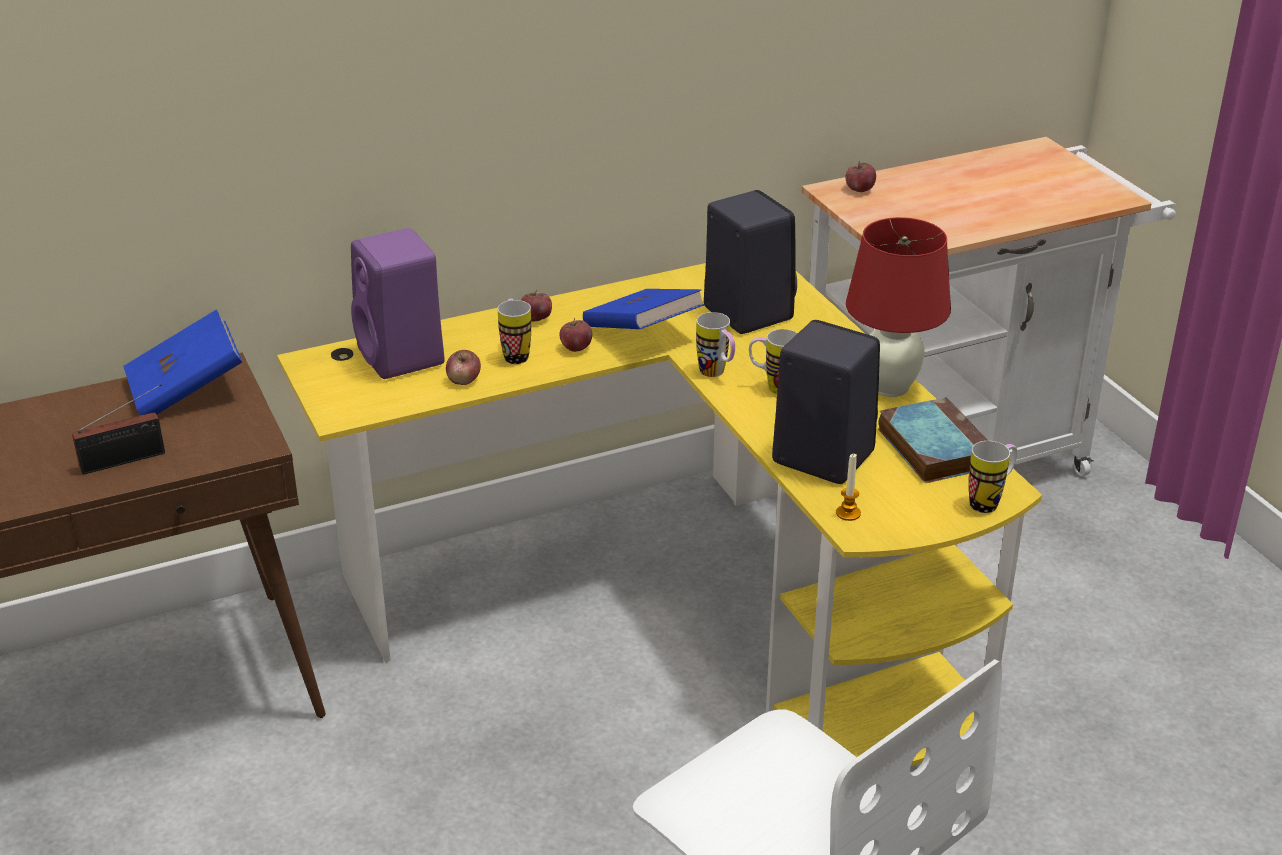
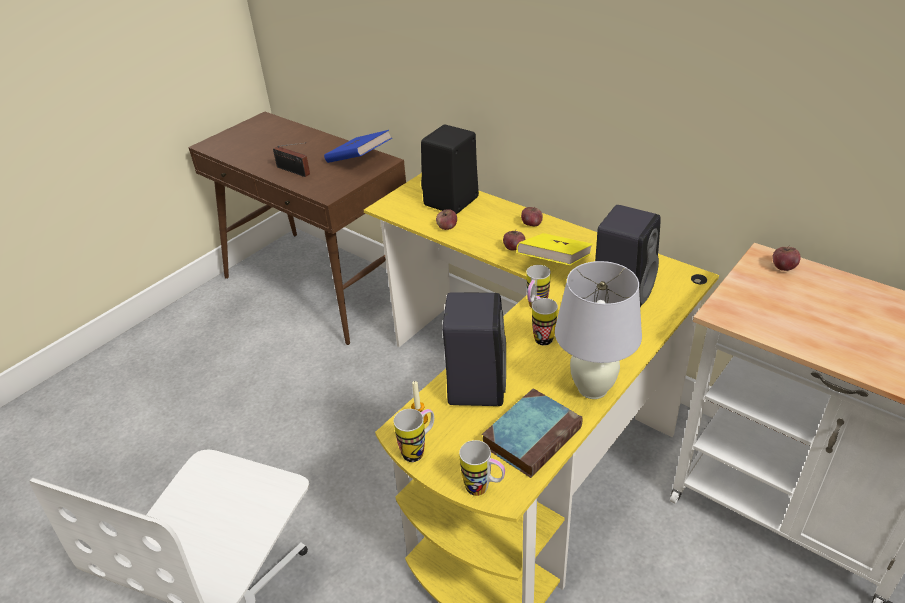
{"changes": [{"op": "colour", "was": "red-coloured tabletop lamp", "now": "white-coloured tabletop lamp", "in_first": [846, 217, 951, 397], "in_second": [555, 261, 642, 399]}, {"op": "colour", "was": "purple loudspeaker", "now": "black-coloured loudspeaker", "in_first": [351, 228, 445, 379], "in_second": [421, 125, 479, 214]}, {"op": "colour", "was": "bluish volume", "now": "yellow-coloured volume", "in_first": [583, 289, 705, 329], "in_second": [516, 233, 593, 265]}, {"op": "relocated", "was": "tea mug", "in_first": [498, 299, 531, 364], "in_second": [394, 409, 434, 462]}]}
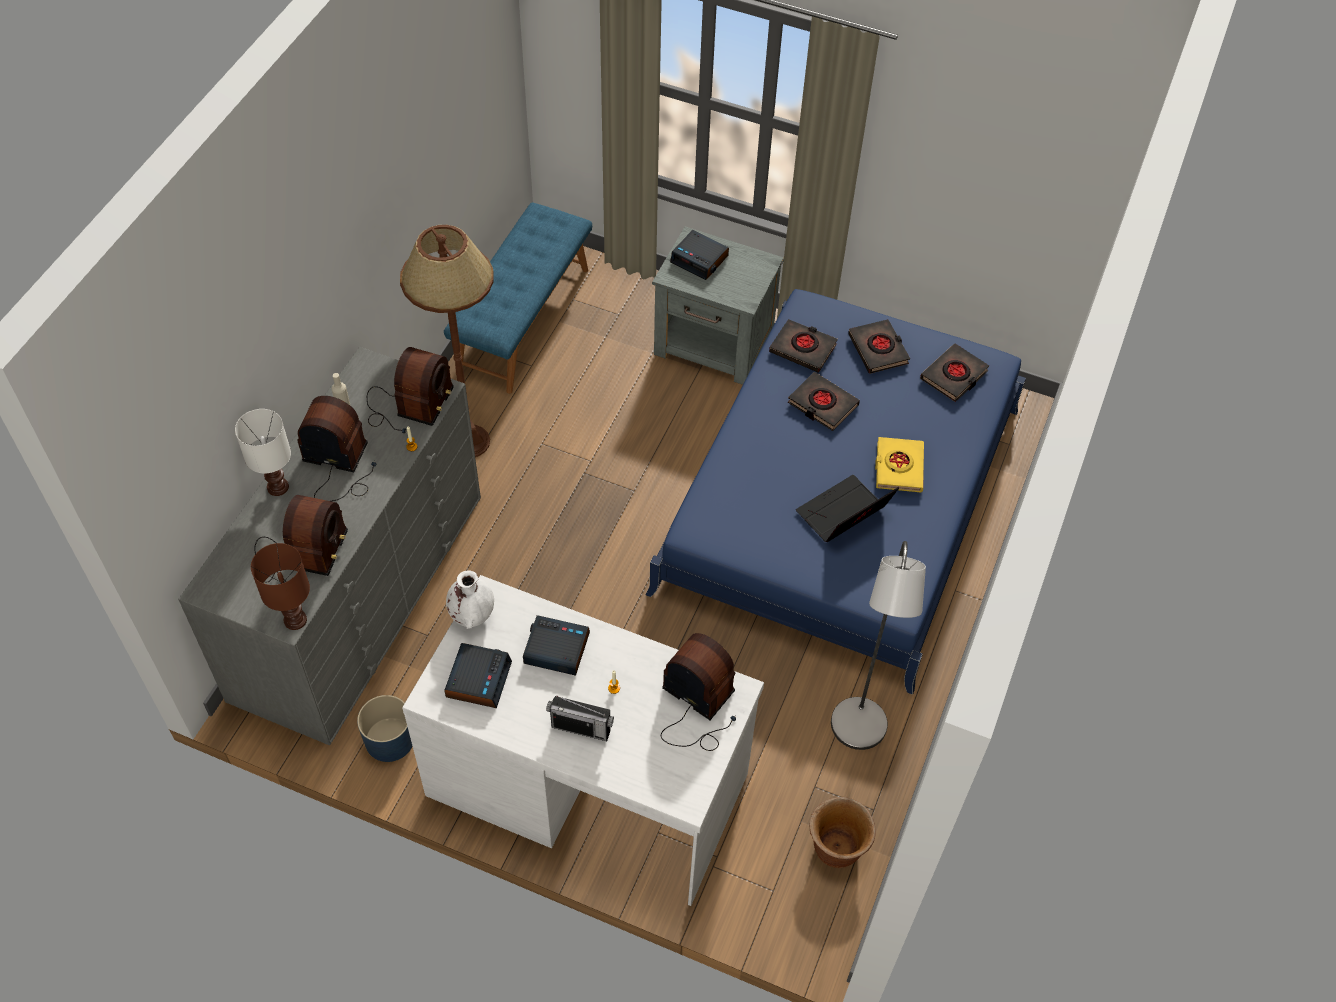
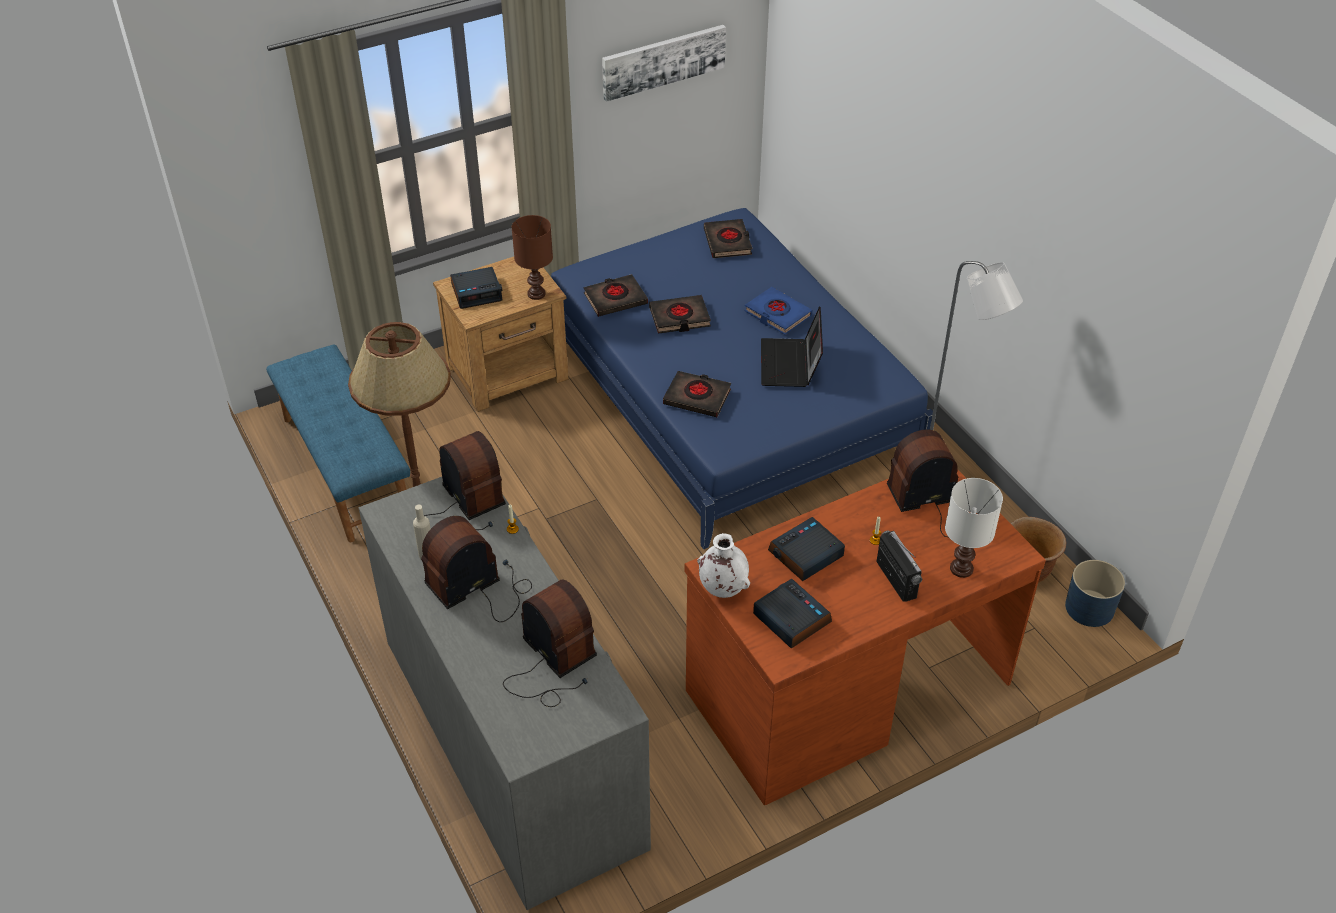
{"changes": [{"op": "colour", "was": "greyish bedside table", "now": "brown-coloured bedside table", "in_first": [652, 227, 784, 385], "in_second": [433, 257, 568, 412]}, {"op": "relocated", "was": "black-coloured volume", "in_first": [848, 319, 910, 374], "in_second": [663, 371, 731, 417]}, {"op": "relocated", "was": "white-coloured tabletop lamp", "in_first": [235, 409, 291, 496], "in_second": [945, 478, 1003, 578]}, {"op": "colour", "was": "yellow-coloured volume", "now": "bluish volume", "in_first": [875, 437, 924, 492], "in_second": [745, 287, 812, 335]}, {"op": "relocated", "was": "brown-coloured tabletop lamp", "in_first": [251, 543, 310, 630], "in_second": [512, 215, 553, 300]}, {"op": "colour", "was": "white-coloured desk table", "now": "brown-coloured desk table", "in_first": [402, 575, 764, 906], "in_second": [685, 469, 1046, 805]}, {"op": "relocated", "was": "bluish plant pot", "in_first": [357, 695, 412, 762], "in_second": [1065, 560, 1125, 627]}, {"op": "spun", "was": "radio receiver", "in_first": [546, 696, 614, 741], "in_second": [877, 530, 922, 601], "clockwise": -75}, {"op": "appeared", "now": "wall picture", "in_second": [602, 25, 726, 102]}]}
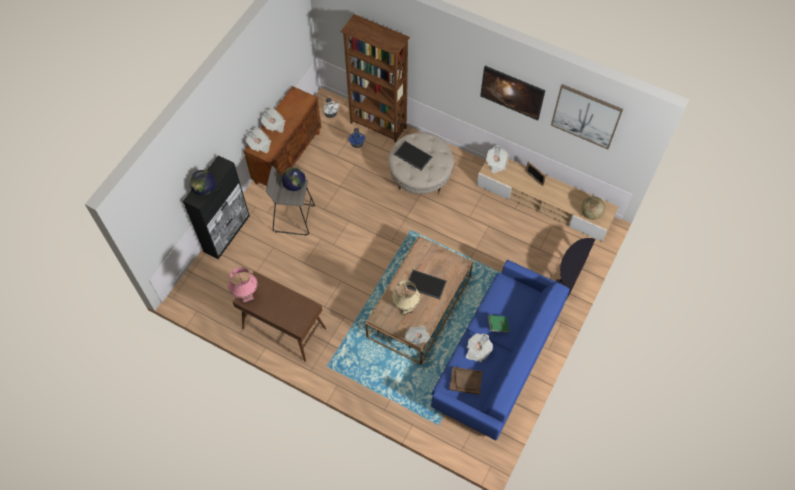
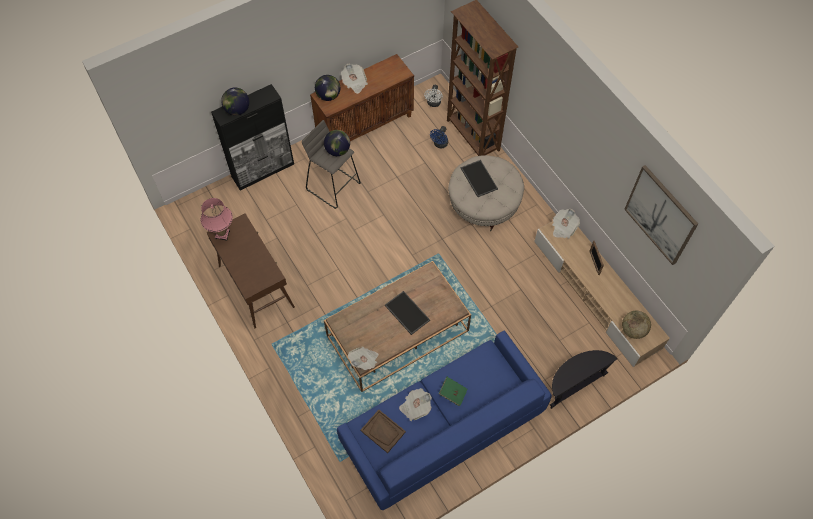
{"changes": [{"op": "missing", "was": "wall picture", "in_first": [480, 66, 545, 120]}, {"op": "exchanged", "was": "printed paper", "now": "globe", "in_first": [246, 129, 271, 153], "in_second": [315, 75, 340, 101]}, {"op": "missing", "was": "sand-coloured tabletop lamp", "in_first": [392, 280, 420, 315]}]}
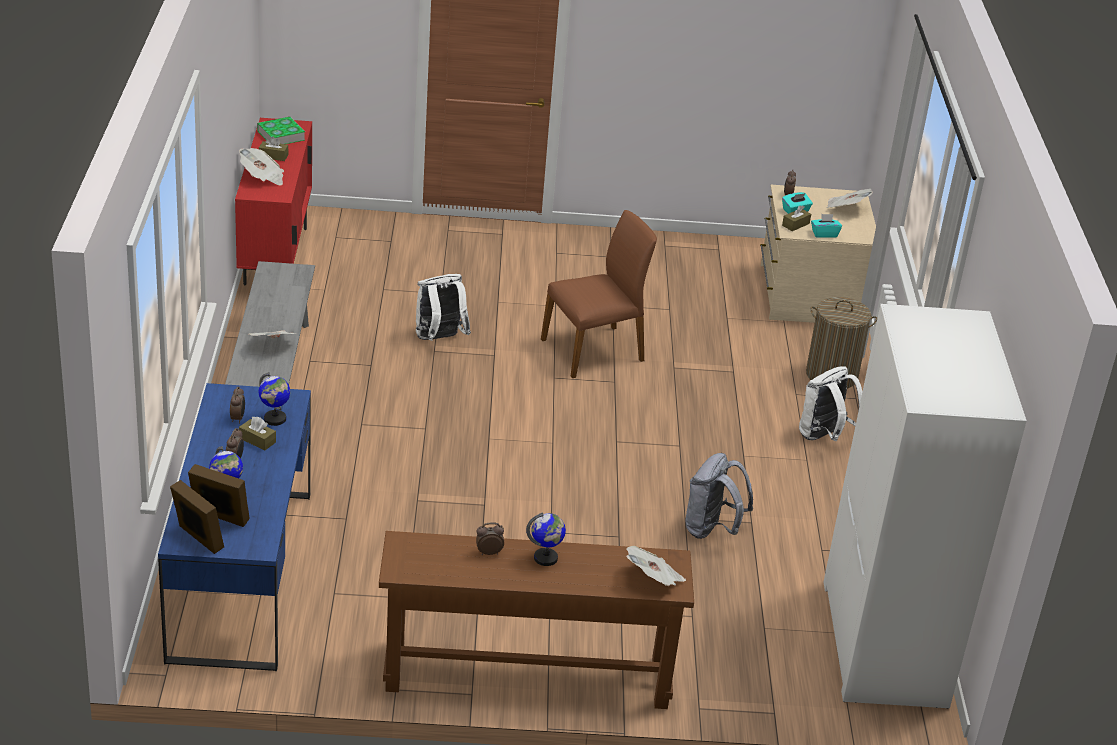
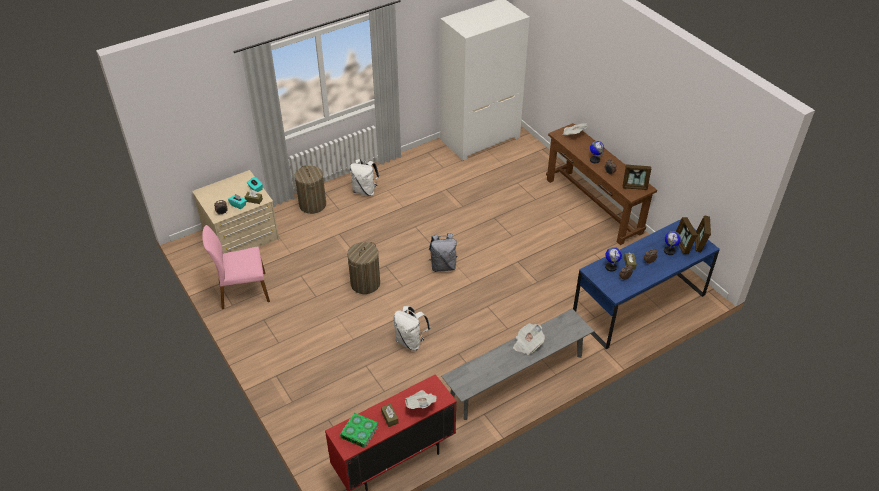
{"changes": [{"op": "missing", "was": "printed paper", "in_first": [826, 189, 873, 208]}, {"op": "exchanged", "was": "brown-coloured chair", "now": "laundry basket", "in_first": [541, 210, 657, 378], "in_second": [347, 242, 380, 294]}, {"op": "relocated", "was": "greyish knapsack", "in_first": [686, 453, 753, 539], "in_second": [429, 233, 458, 272]}, {"op": "appeared", "now": "photo frame", "in_second": [623, 164, 651, 190]}, {"op": "appeared", "now": "pinkish chair", "in_second": [202, 225, 270, 309]}]}
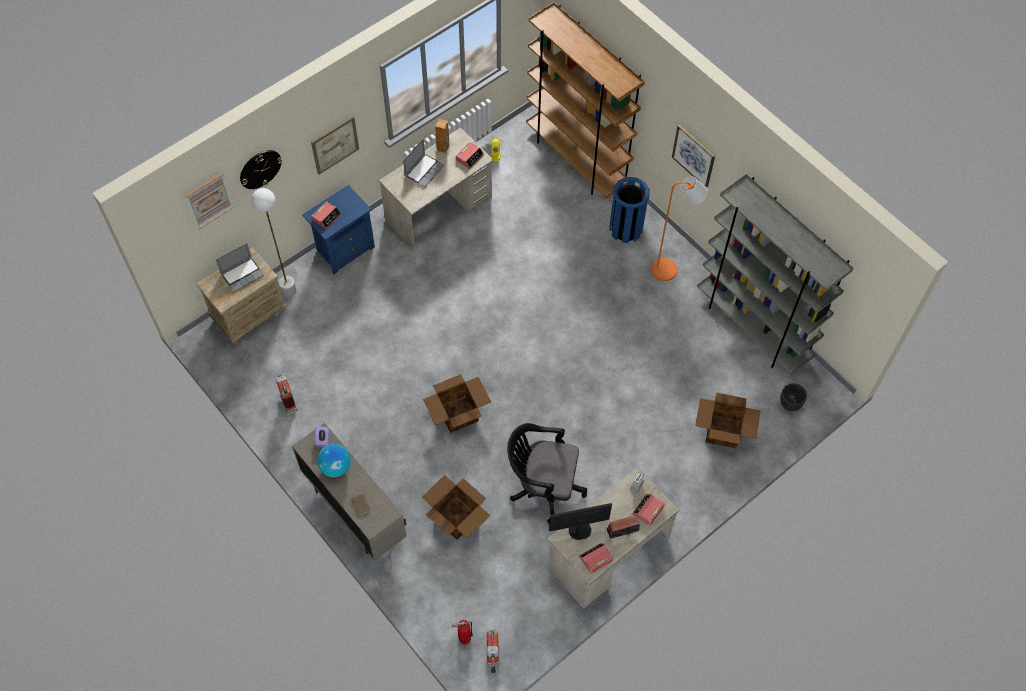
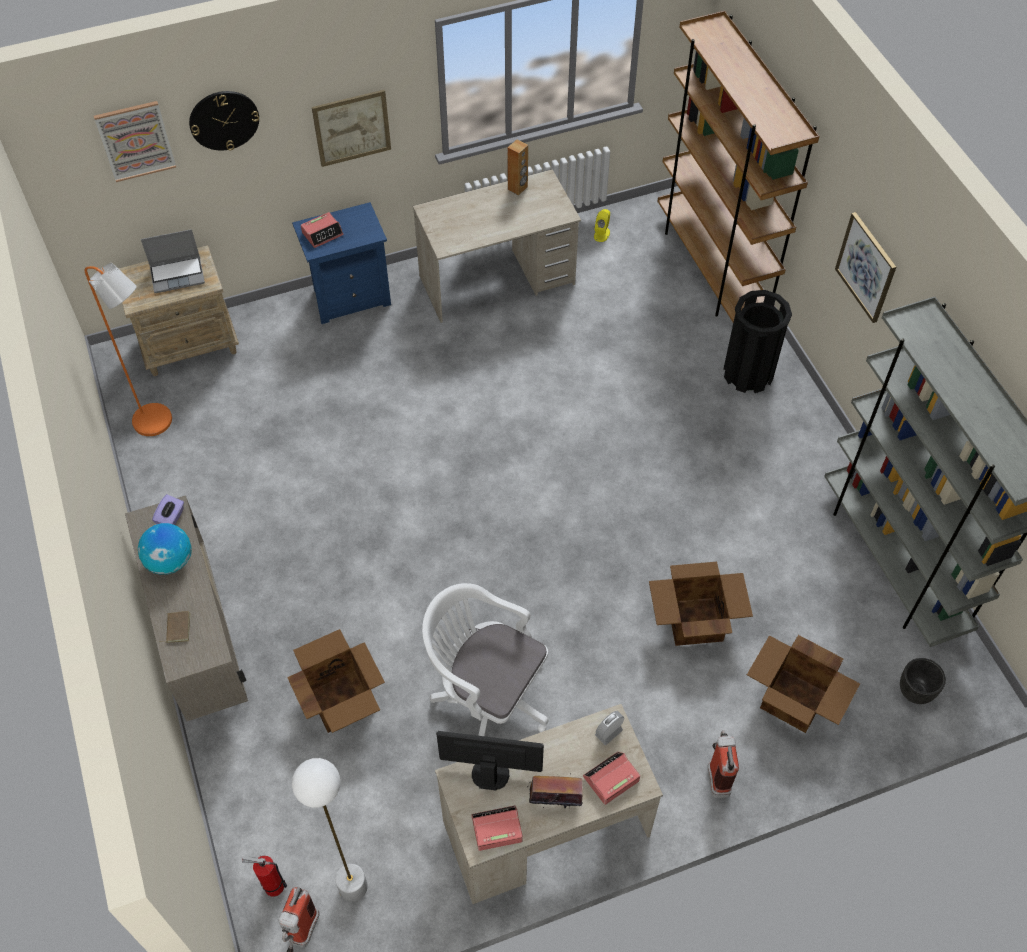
{"changes": [{"op": "missing", "was": "laptop", "in_first": [403, 138, 444, 187]}, {"op": "missing", "was": "alarm clock", "in_first": [456, 142, 484, 169]}, {"op": "relocated", "was": "orange-coloured floor lamp", "in_first": [652, 176, 708, 281], "in_second": [84, 263, 172, 436]}, {"op": "colour", "was": "bluish trash can", "now": "black-coloured trash can", "in_first": [609, 177, 650, 243], "in_second": [724, 290, 792, 393]}, {"op": "relocated", "was": "white-coloured floor lamp", "in_first": [251, 188, 297, 297], "in_second": [292, 758, 368, 902]}, {"op": "relocated", "was": "fire-fighting cylinder", "in_first": [276, 374, 298, 414], "in_second": [707, 730, 739, 798]}, {"op": "relocated", "was": "packing box", "in_first": [423, 374, 491, 433], "in_second": [649, 562, 753, 646]}, {"op": "colour", "was": "black-coloured desk chair", "now": "white-coloured desk chair", "in_first": [507, 423, 587, 523], "in_second": [422, 583, 549, 736]}]}
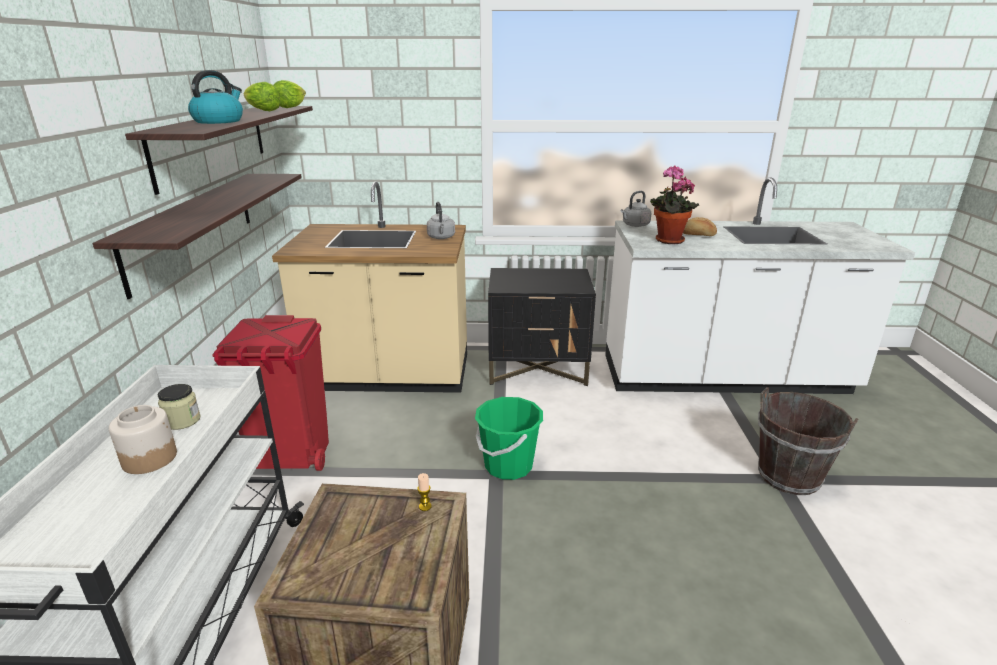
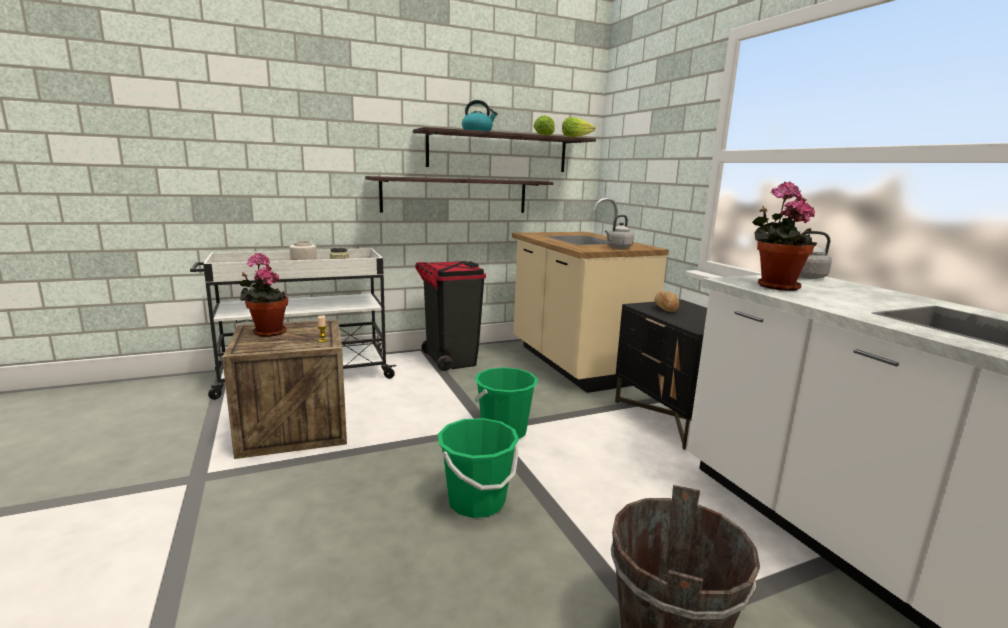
{"changes": [{"op": "relocated", "was": "bakery bread", "in_first": [683, 217, 717, 236], "in_second": [655, 291, 679, 312]}, {"op": "colour", "was": "red-coloured trash can", "now": "black-coloured trash can", "in_first": [212, 315, 329, 471], "in_second": [415, 261, 486, 371]}, {"op": "appeared", "now": "houseplant", "in_second": [240, 253, 288, 337]}, {"op": "appeared", "now": "greenish bucket", "in_second": [438, 418, 519, 518]}]}
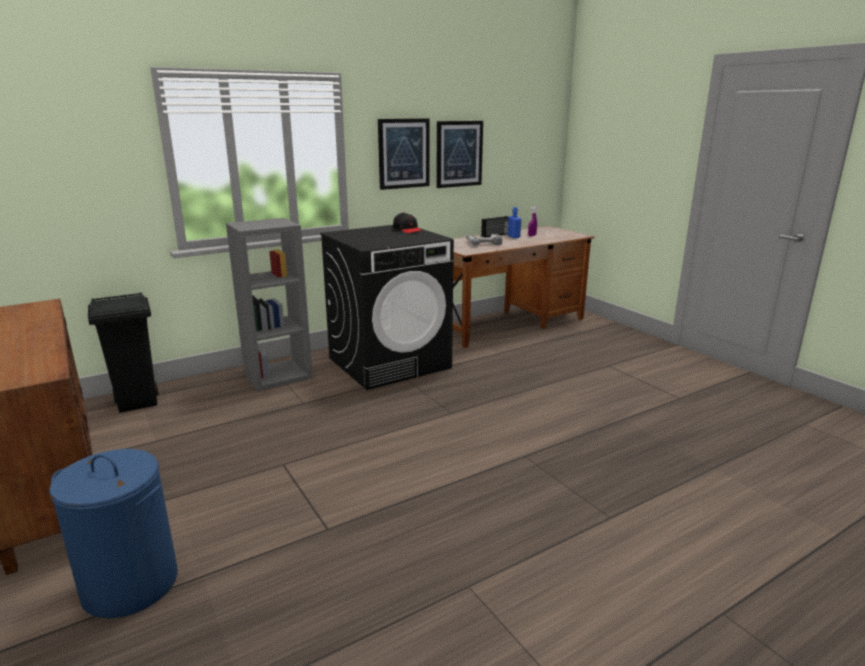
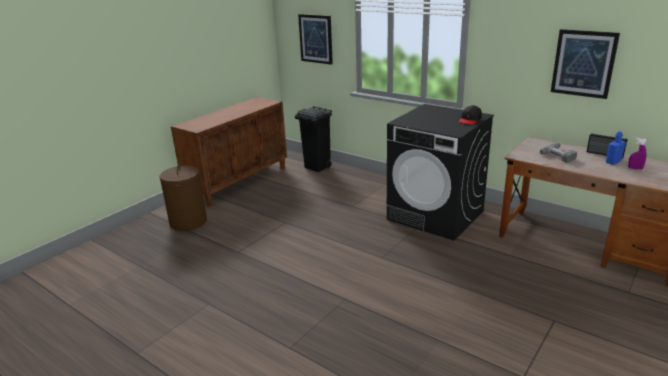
{"changes": [{"op": "relocated", "was": "wall picture", "in_first": [378, 118, 430, 190], "in_second": [298, 14, 333, 64]}, {"op": "missing", "was": "greyish bookcase", "in_first": [226, 218, 313, 391]}, {"op": "colour", "was": "bluish laundry basket", "now": "brown-coloured laundry basket", "in_first": [49, 449, 177, 618], "in_second": [160, 165, 207, 231]}]}
